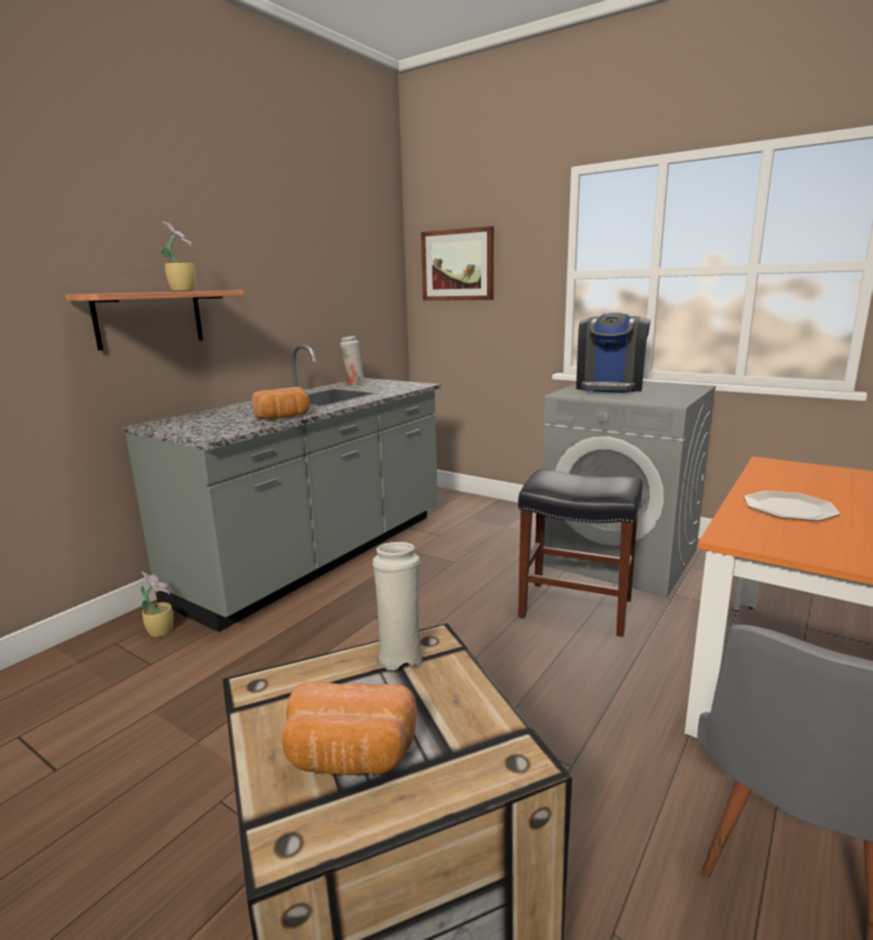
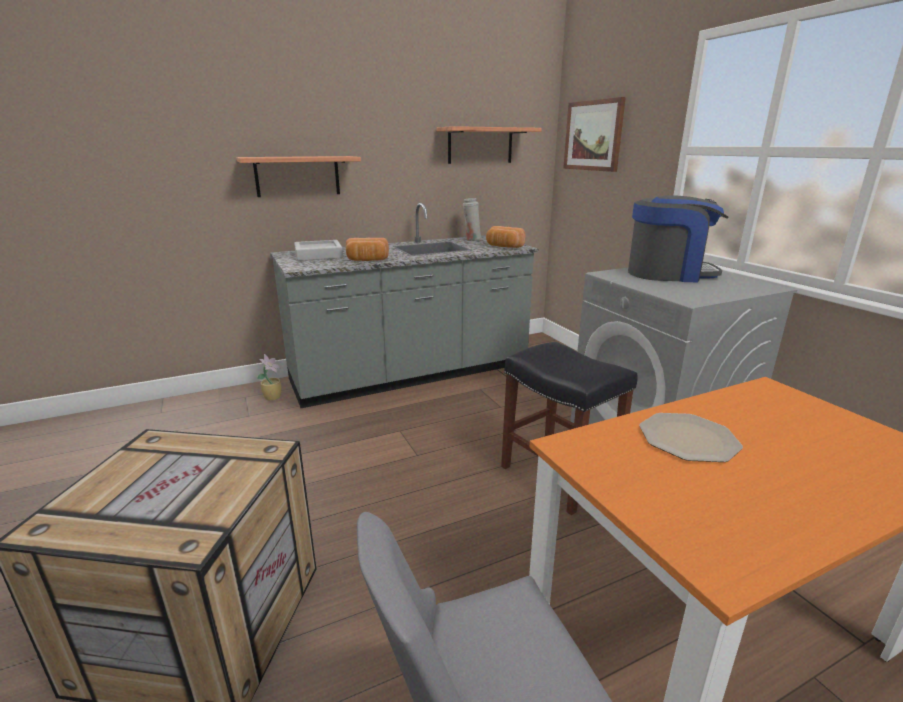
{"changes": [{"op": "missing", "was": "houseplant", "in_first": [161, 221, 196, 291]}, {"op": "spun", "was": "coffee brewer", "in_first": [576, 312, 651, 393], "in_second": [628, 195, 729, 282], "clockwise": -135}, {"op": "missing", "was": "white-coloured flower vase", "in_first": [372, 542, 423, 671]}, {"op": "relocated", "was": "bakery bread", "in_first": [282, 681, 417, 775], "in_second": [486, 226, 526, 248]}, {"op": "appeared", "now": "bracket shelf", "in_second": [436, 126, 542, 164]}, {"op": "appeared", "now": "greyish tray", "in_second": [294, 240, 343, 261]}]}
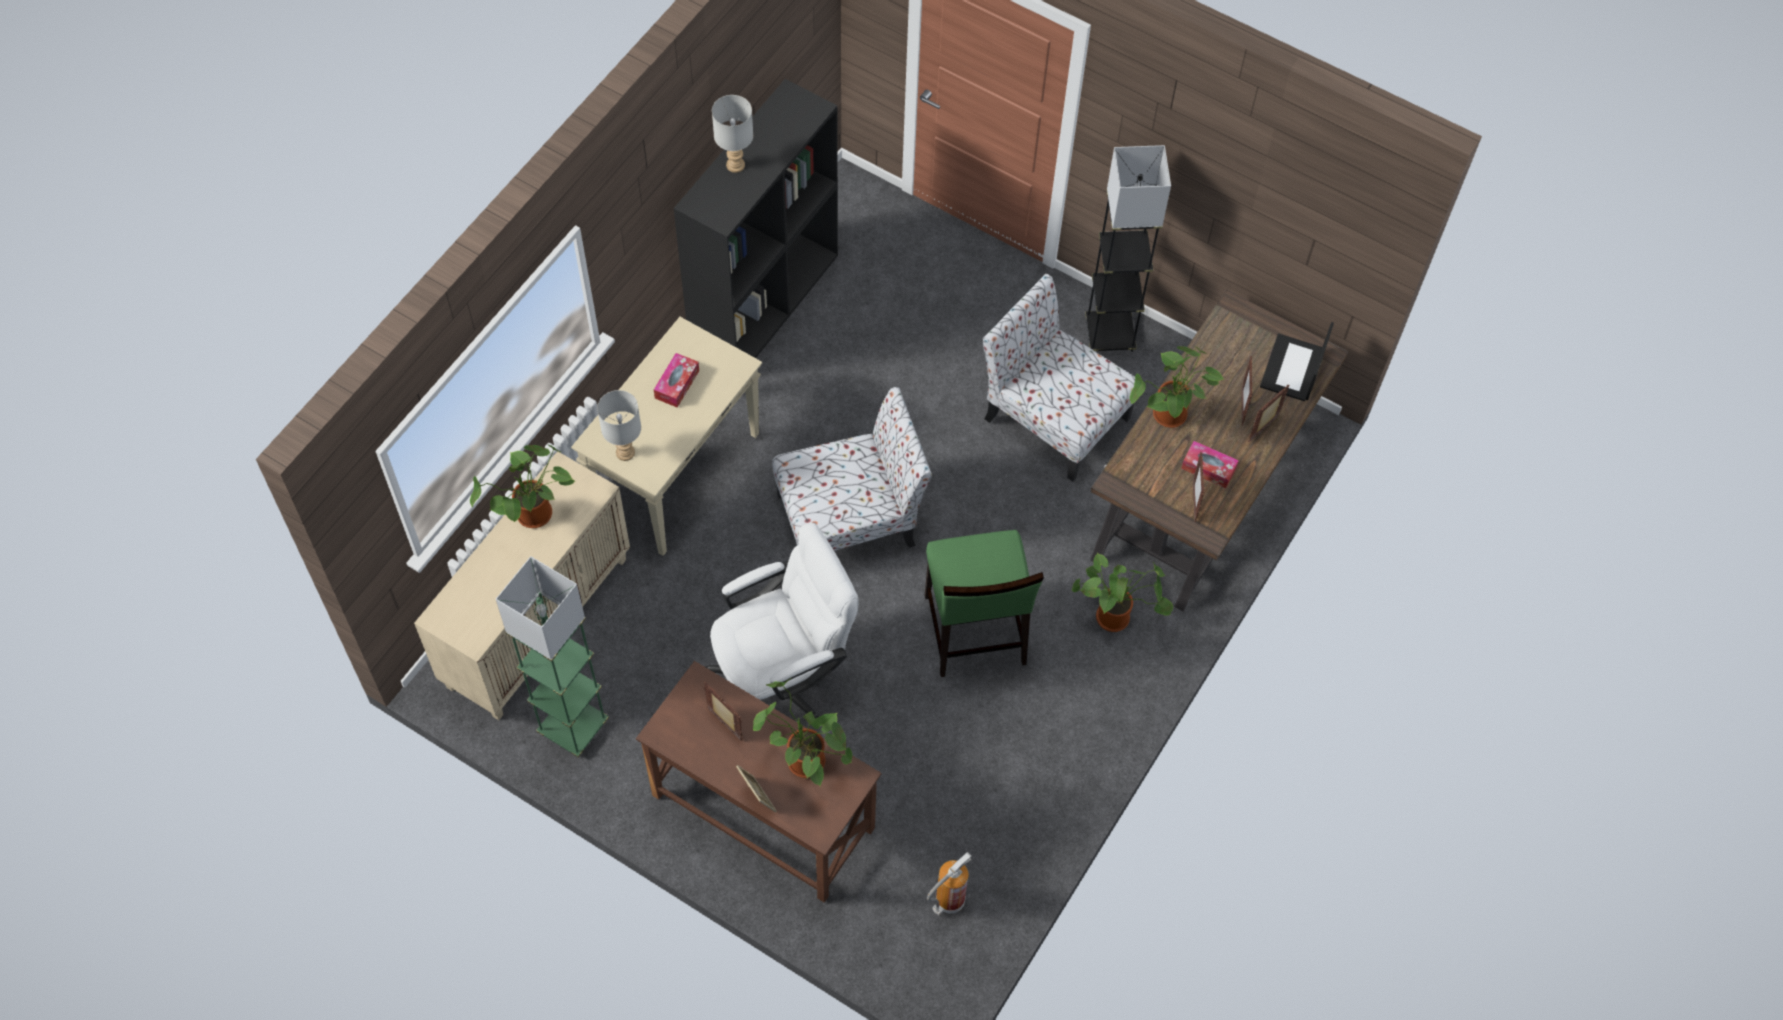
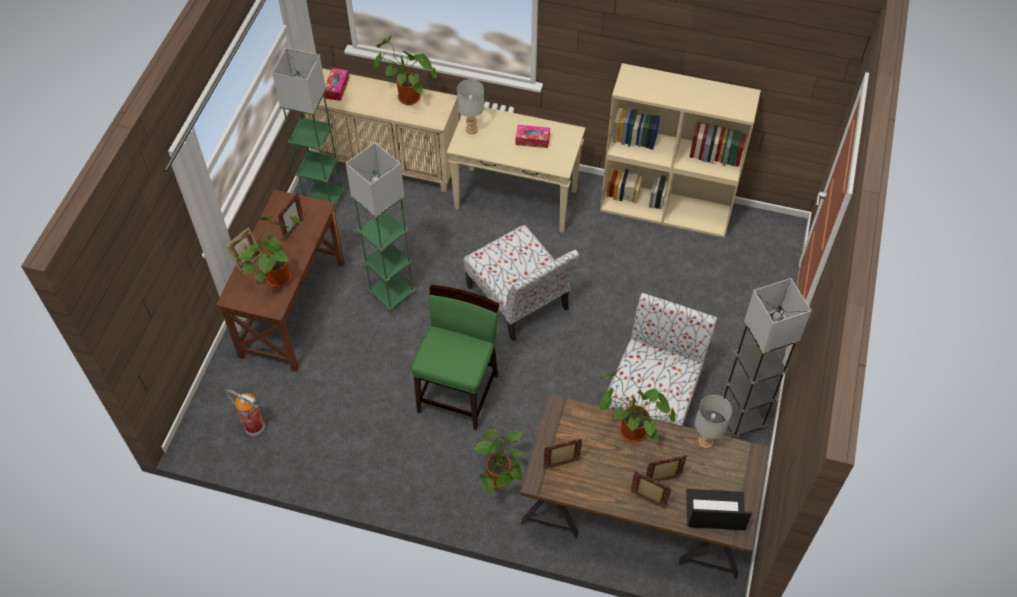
{"changes": [{"op": "colour", "was": "black-coloured bookcase", "now": "sand-coloured bookcase", "in_first": [674, 79, 838, 358], "in_second": [600, 63, 761, 238]}, {"op": "relocated", "was": "greyish tabletop lamp", "in_first": [712, 95, 753, 173], "in_second": [695, 395, 732, 449]}, {"op": "relocated", "was": "tissue box", "in_first": [1181, 441, 1239, 488], "in_second": [325, 68, 349, 101]}, {"op": "exchanged", "was": "white-coloured desk chair", "now": "greenish floor lamp", "in_first": [705, 523, 859, 719], "in_second": [345, 143, 416, 311]}, {"op": "spun", "was": "greenish chair", "in_first": [925, 530, 1044, 677], "in_second": [412, 285, 499, 430], "clockwise": 135}]}
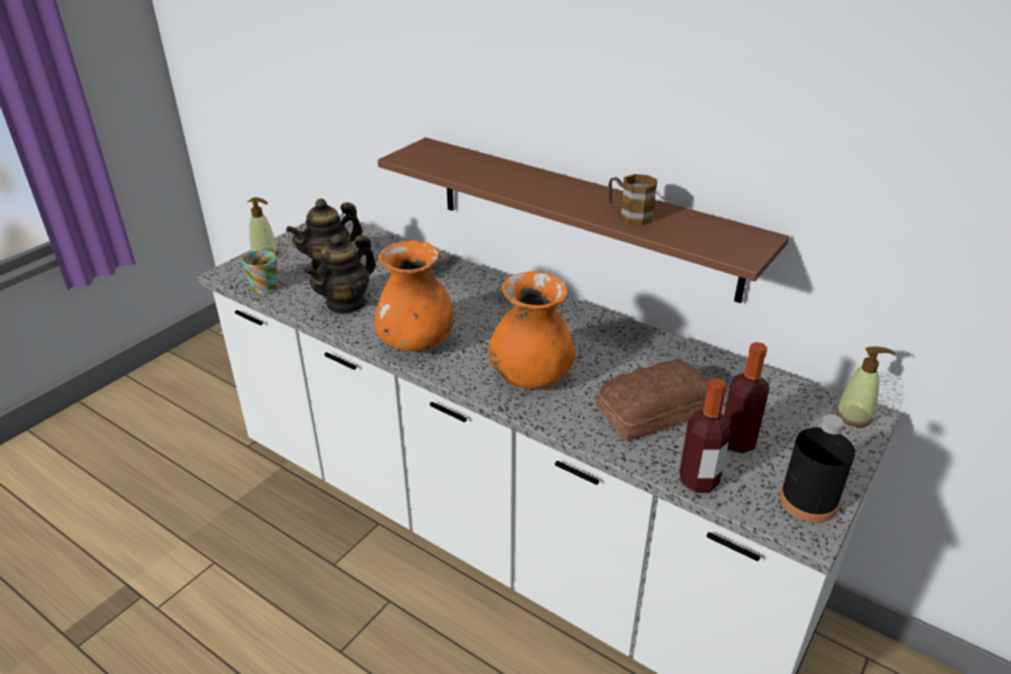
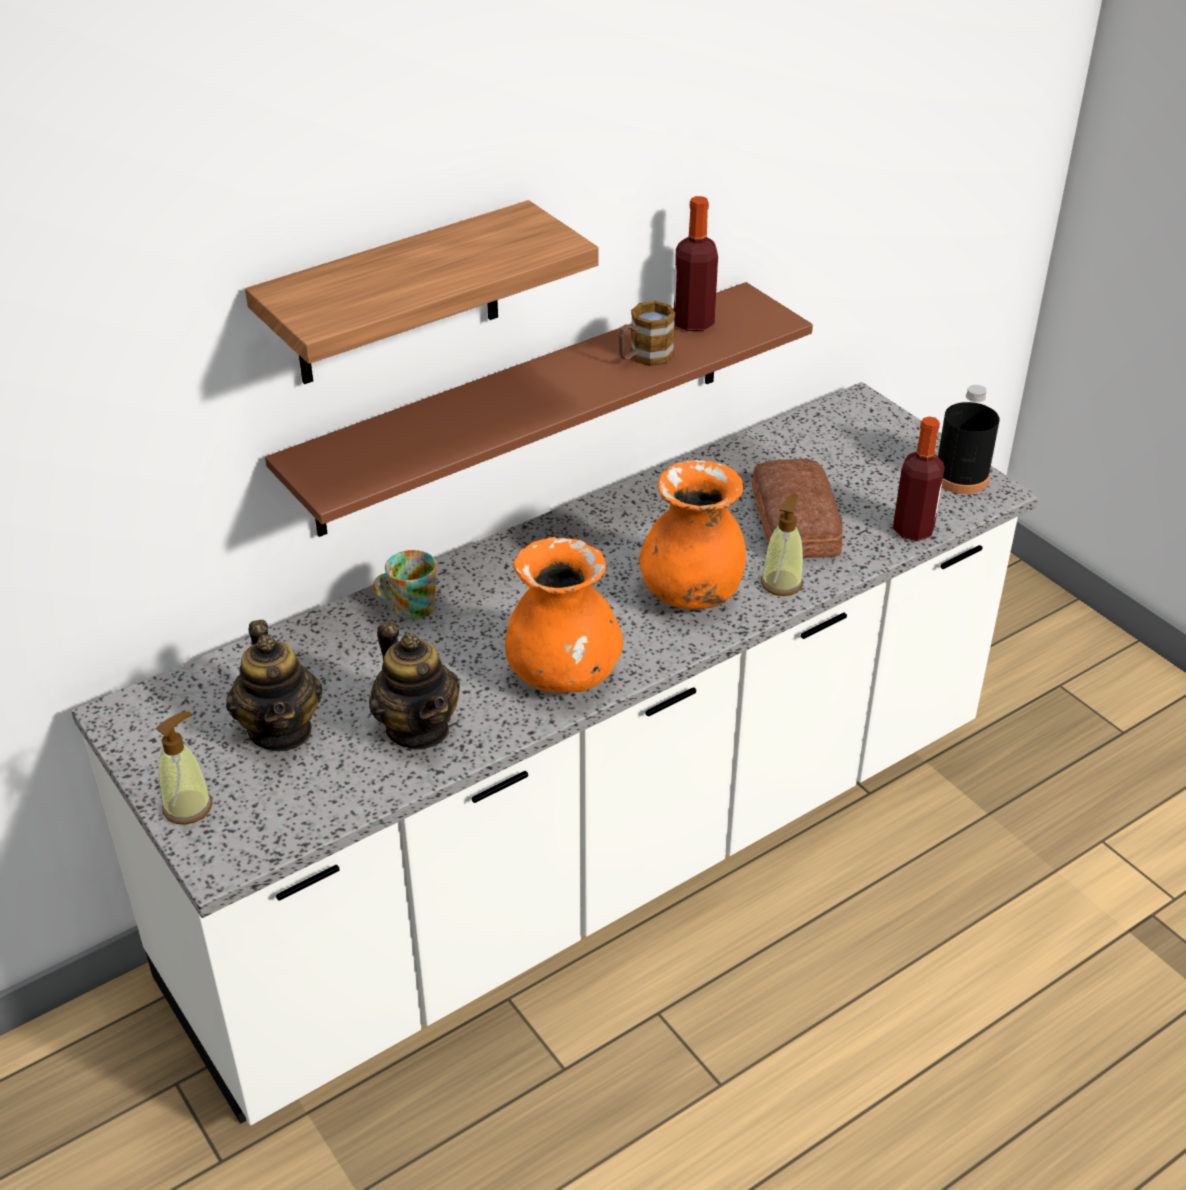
{"changes": [{"op": "relocated", "was": "tea mug", "in_first": [242, 250, 279, 294], "in_second": [373, 550, 437, 619]}, {"op": "relocated", "was": "drink bottle", "in_first": [724, 342, 770, 453], "in_second": [674, 196, 718, 331]}, {"op": "relocated", "was": "soap bottle", "in_first": [836, 346, 895, 427], "in_second": [761, 494, 803, 596]}, {"op": "appeared", "now": "bracket shelf", "in_second": [245, 200, 599, 384]}]}
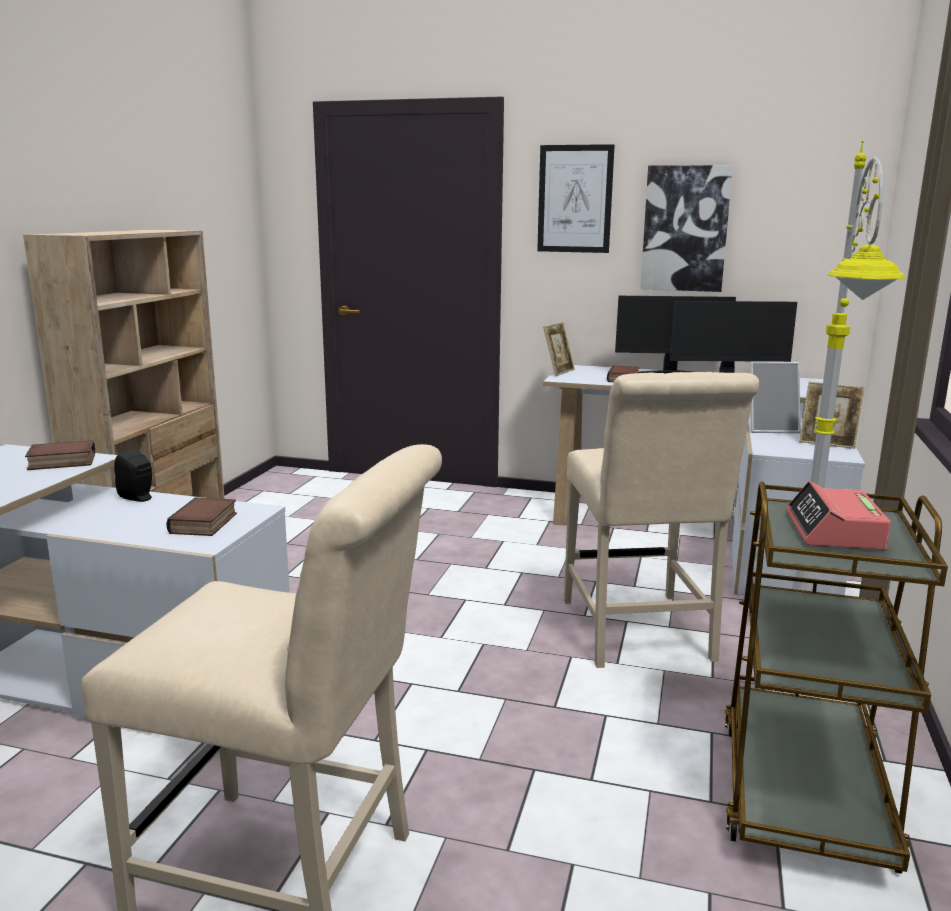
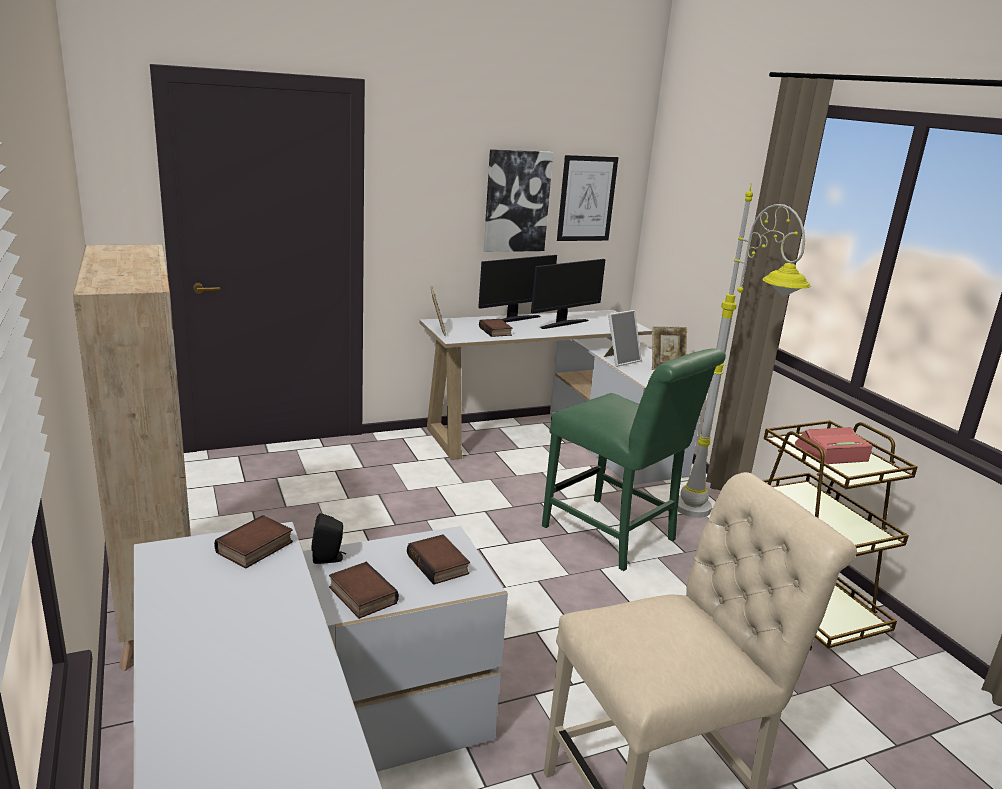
{"changes": [{"op": "relocated", "was": "wall picture", "in_first": [537, 144, 615, 253], "in_second": [557, 155, 619, 241]}, {"op": "colour", "was": "sand-coloured chair", "now": "greenish chair", "in_first": [564, 372, 759, 668], "in_second": [542, 348, 726, 571]}, {"op": "spun", "was": "alarm clock", "in_first": [786, 481, 891, 550], "in_second": [795, 427, 873, 464], "clockwise": 105}, {"op": "appeared", "now": "volume", "in_second": [329, 562, 399, 619]}]}
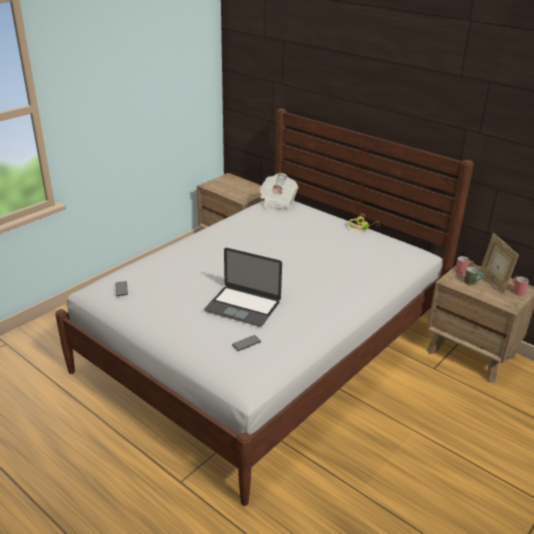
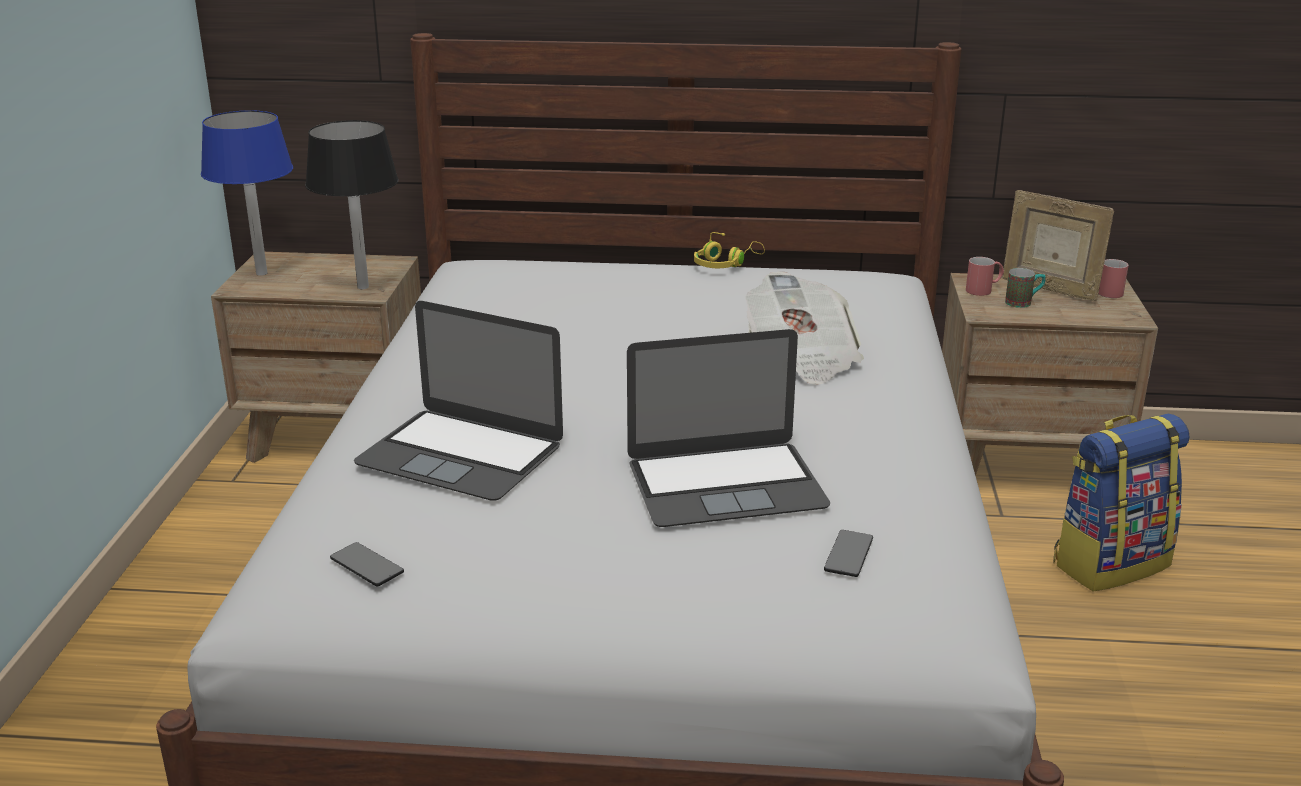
{"changes": [{"op": "relocated", "was": "printed paper", "in_first": [259, 173, 298, 210], "in_second": [745, 271, 864, 385]}, {"op": "appeared", "now": "bluish tabletop lamp", "in_second": [201, 110, 293, 276]}, {"op": "appeared", "now": "black-coloured tabletop lamp", "in_second": [305, 120, 399, 289]}, {"op": "appeared", "now": "laptop", "in_second": [354, 301, 563, 501]}, {"op": "appeared", "now": "knapsack", "in_second": [1054, 413, 1190, 591]}]}
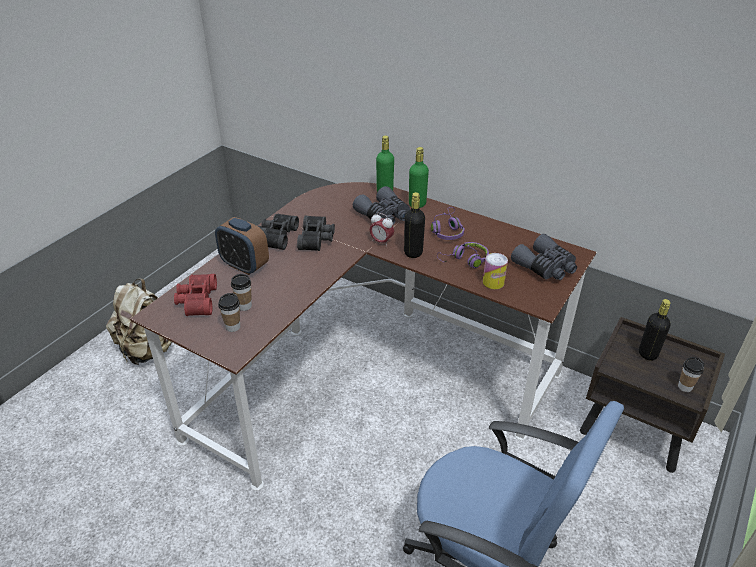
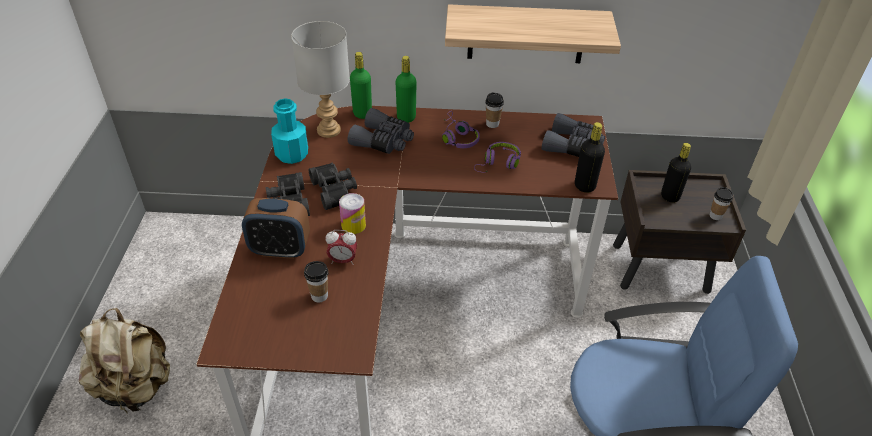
{"changes": [{"op": "relocated", "was": "black-coloured drink bottle", "in_first": [404, 192, 425, 258], "in_second": [575, 122, 605, 193]}, {"op": "relocated", "was": "alarm clock", "in_first": [370, 213, 394, 247], "in_second": [326, 230, 357, 265]}, {"op": "relocated", "was": "metal can", "in_first": [483, 253, 508, 289], "in_second": [339, 193, 366, 234]}, {"op": "missing", "was": "red-coloured binoculars", "in_first": [174, 274, 217, 316]}, {"op": "relocated", "was": "cup", "in_first": [218, 293, 240, 332], "in_second": [485, 92, 504, 128]}, {"op": "appeared", "now": "bracket shelf", "in_second": [445, 4, 621, 63]}, {"op": "appeared", "now": "greyish tabletop lamp", "in_second": [291, 21, 350, 138]}, {"op": "appeared", "now": "turquoise drink bottle", "in_second": [271, 99, 308, 164]}]}
